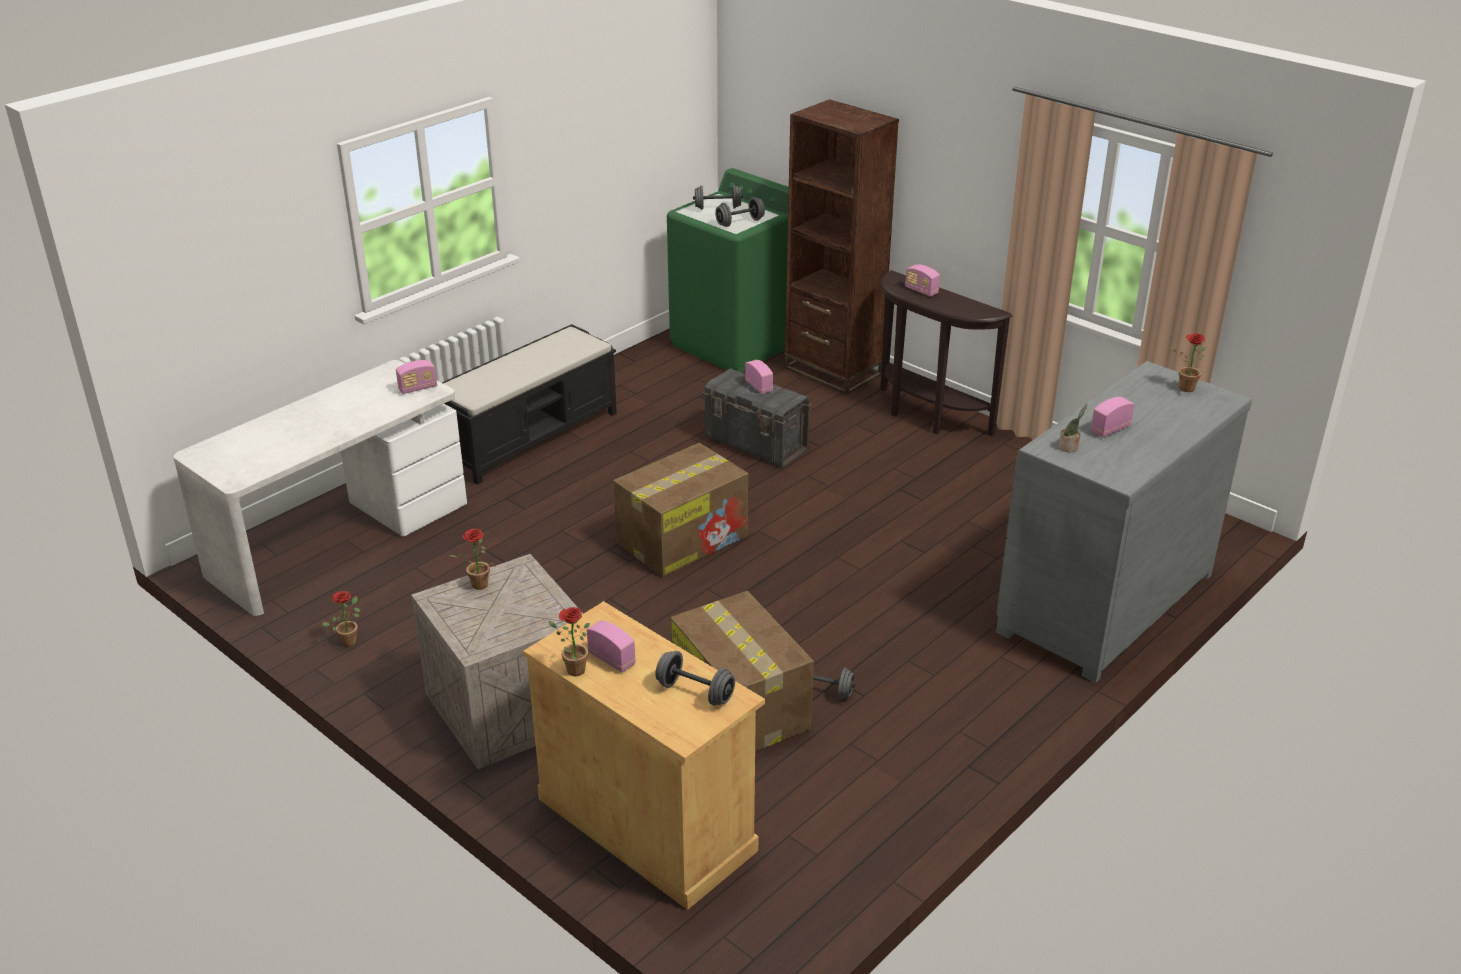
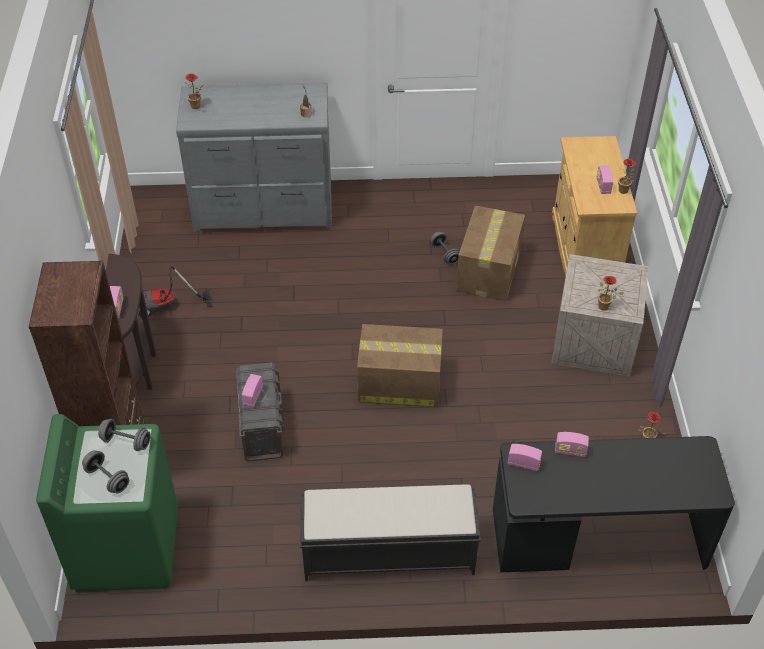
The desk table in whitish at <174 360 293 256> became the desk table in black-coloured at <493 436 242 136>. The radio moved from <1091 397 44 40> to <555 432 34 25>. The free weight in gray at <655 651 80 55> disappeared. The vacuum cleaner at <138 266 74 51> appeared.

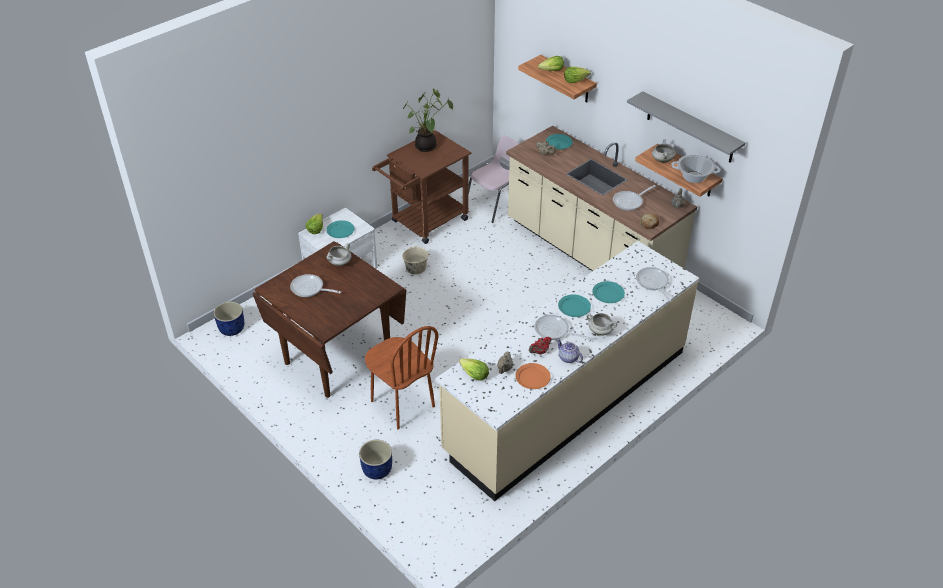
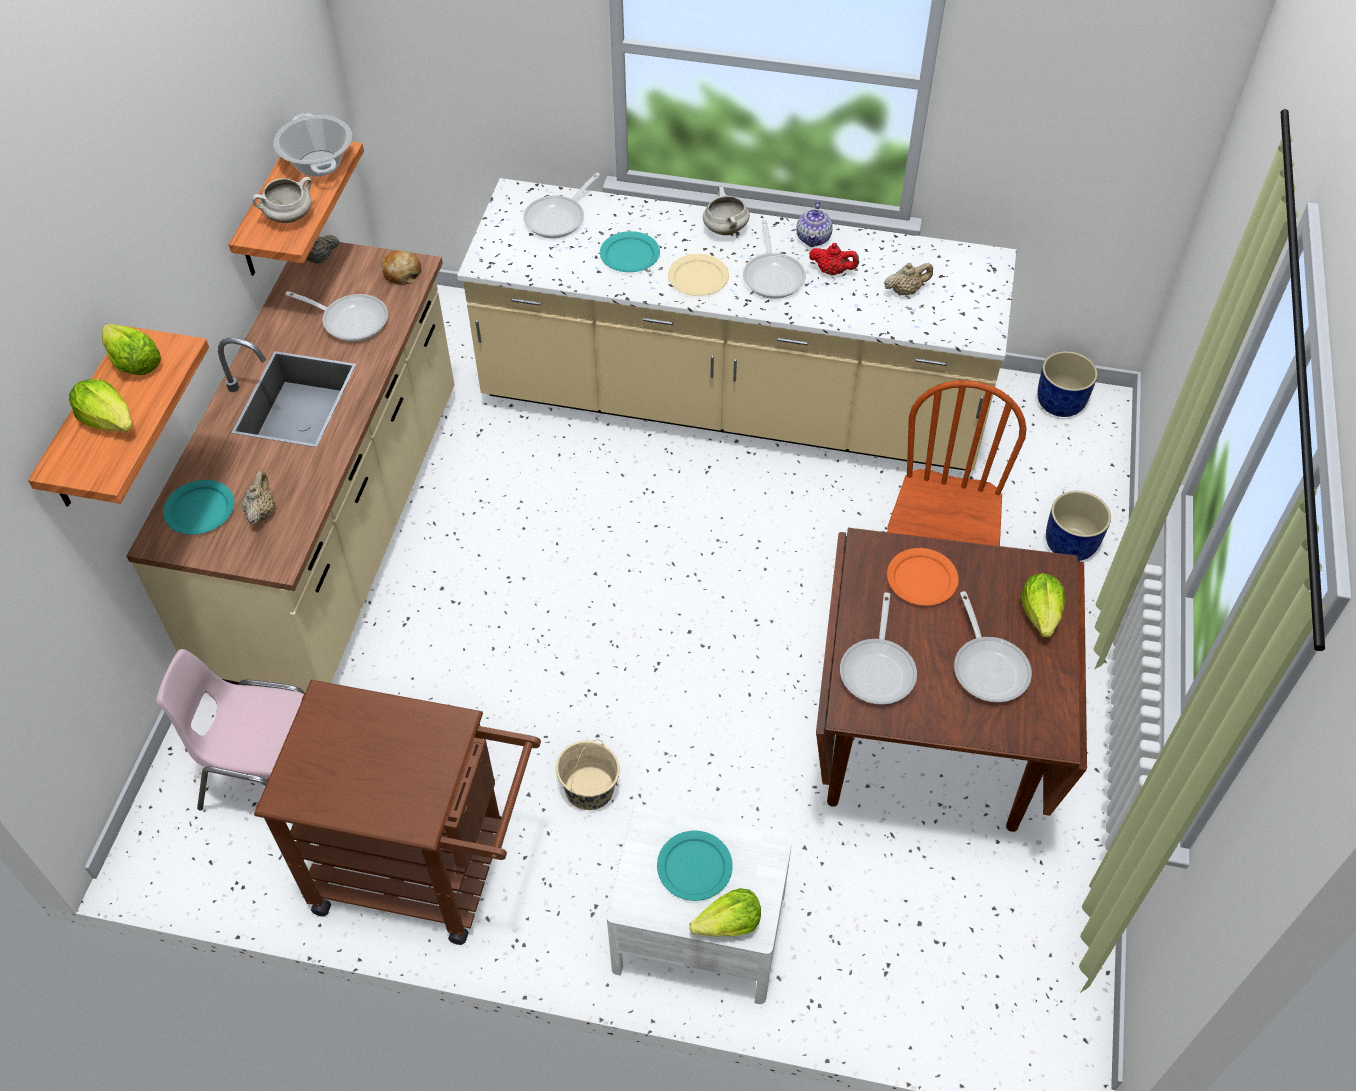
The potted plant at <403 89 50 63> disappeared. The wall shelf in gray at <627 91 118 72> disappeared. The cooking pot in whitish at <327 243 24 23> was replaced by the pan at <840 592 77 112>. The plate in blue-green at <558 294 33 23> became the plate in sand-coloured at <668 254 61 42>. The flower pot in blue-coloured moved from <214 302 30 34> to <1037 351 61 66>. The head of lettuce moved from <459 358 30 23> to <1021 573 44 65>. The plate in orangey moved from <515 363 36 26> to <887 548 72 58>.

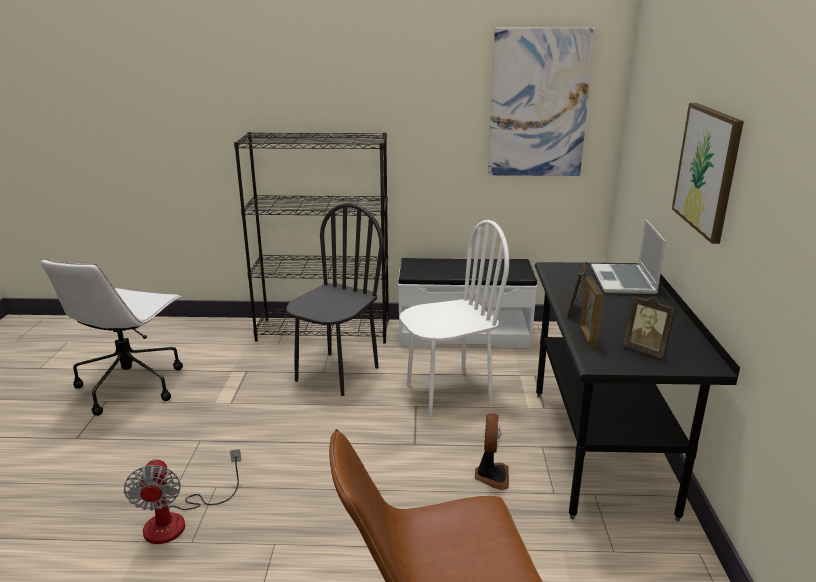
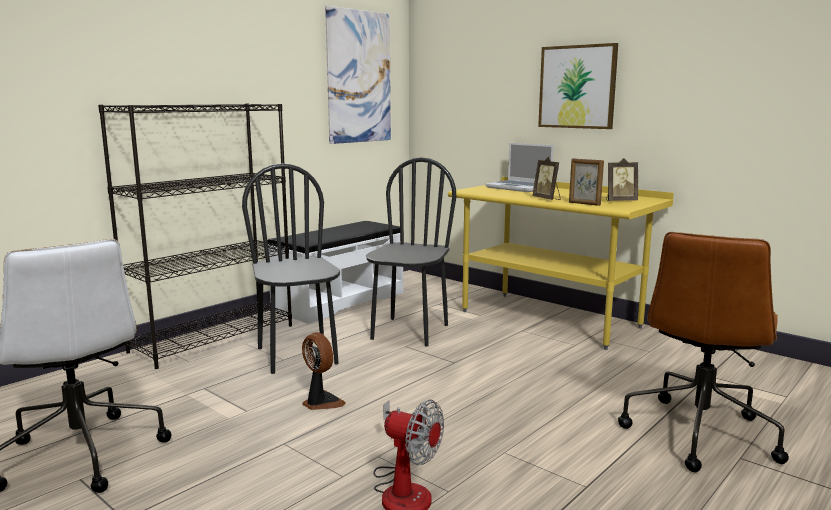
The upright chair in whitish at <400 220 109 196> became the upright chair in black-coloured at <366 157 91 189>. The desk table in black-coloured at <535 262 205 259> became the desk table in yellowish at <448 177 226 173>. The fan moved from <475 413 34 77> to <302 332 44 78>.

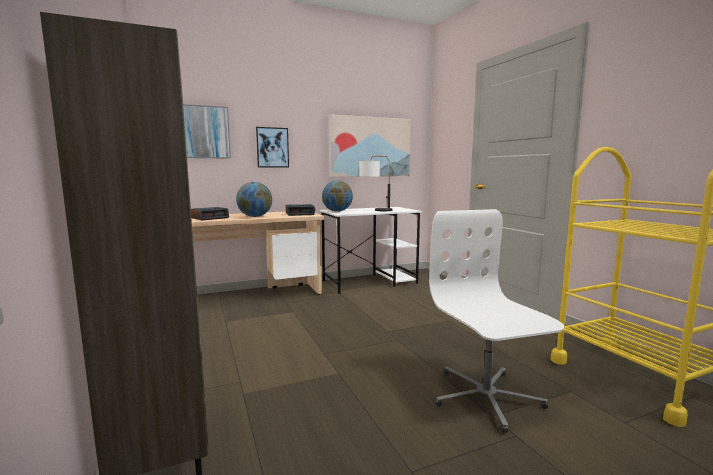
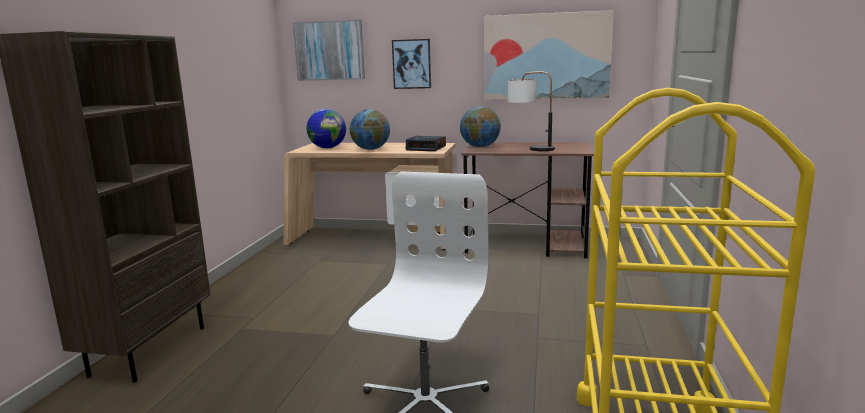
The table clock at <191 207 38 13> was replaced by the world globe at <307 109 39 39>. The desk table in whitish at <320 207 102 87> became the desk table in brownish at <461 143 133 115>.

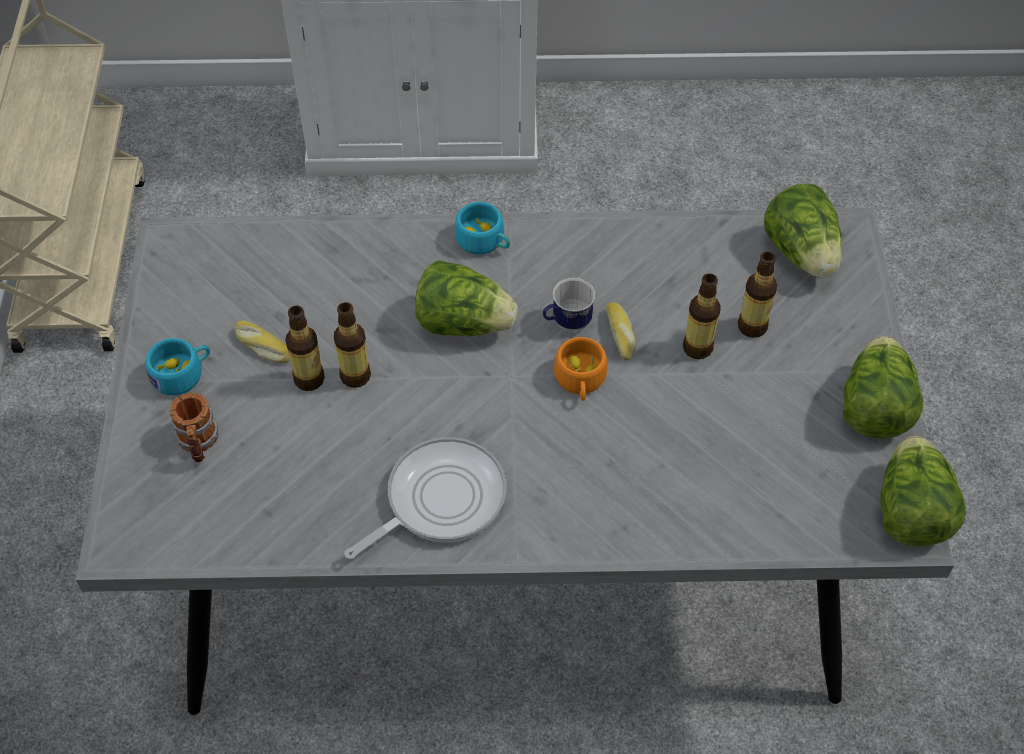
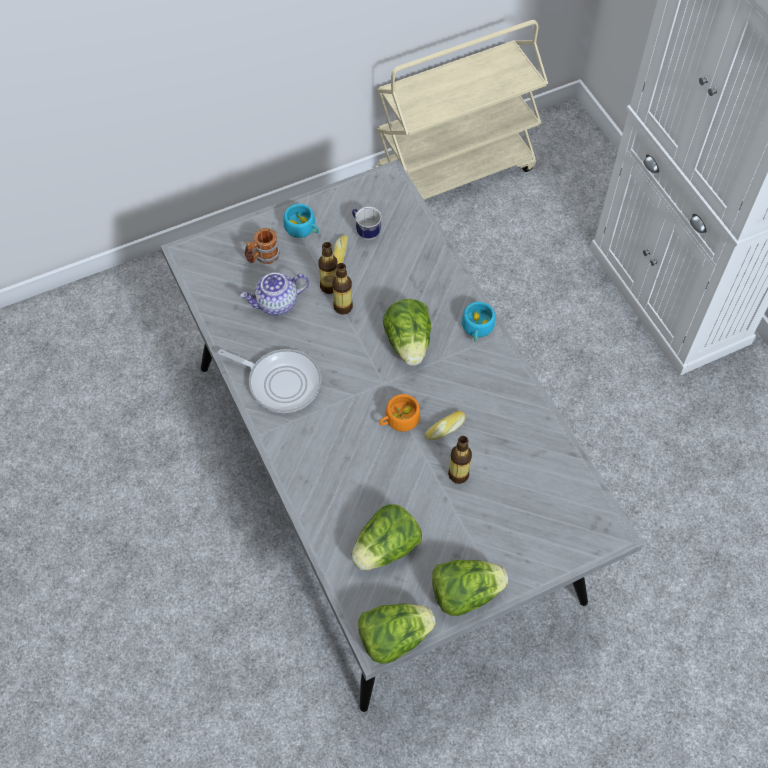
The head of lettuce moved from <764 184 78 94> to <351 504 71 66>. The beverage bottle at <738 252 39 86> disappeared. The tea mug moved from <543 278 52 53> to <352 207 30 33>. The pot for tea at <240 272 69 44> appeared.

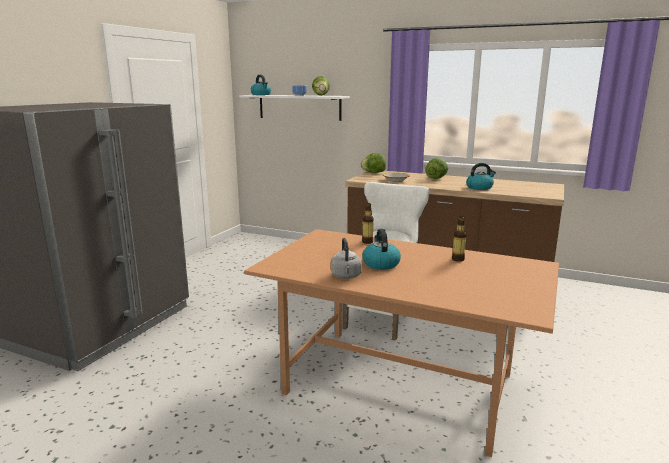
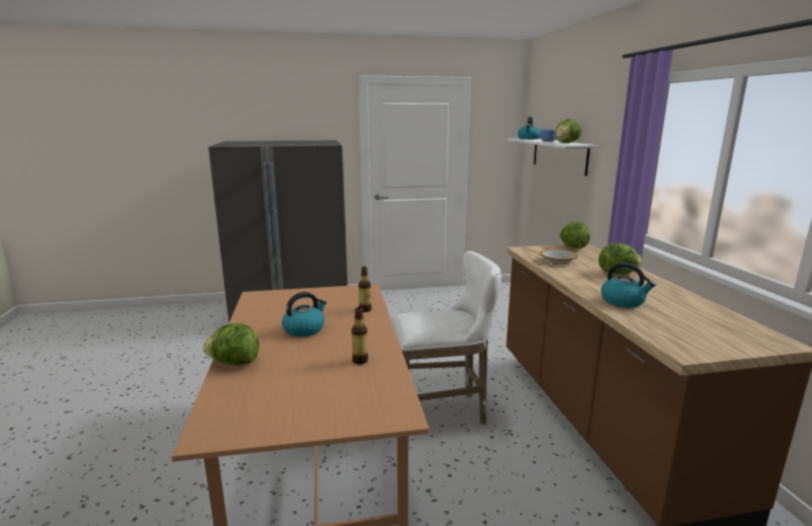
The tea kettle in gray at <331 238 31 41> disappeared. The head of lettuce at <203 323 56 42> appeared.

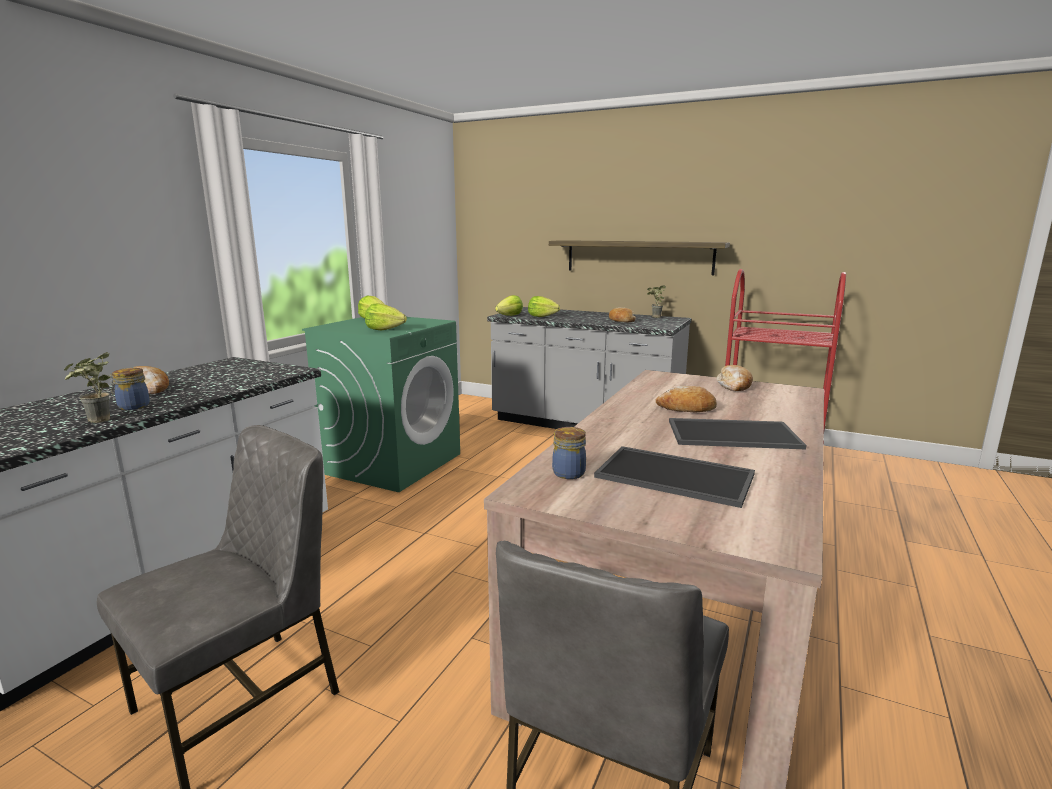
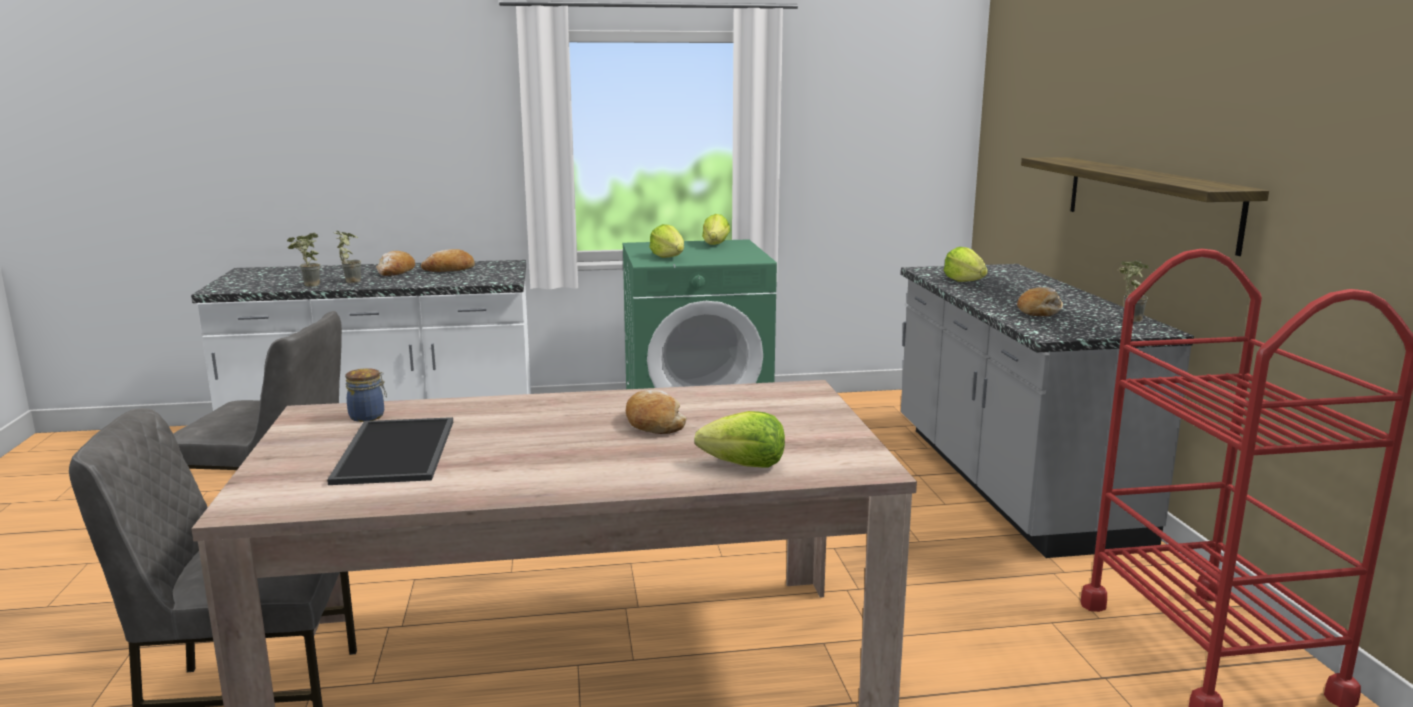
The head of lettuce moved from <495 295 28 21> to <694 411 91 57>. The bakery bread moved from <717 365 36 26> to <421 249 54 23>. The preserve jar at <109 368 41 42> was replaced by the potted plant at <333 231 28 52>. The tray at <669 418 138 31> disappeared.

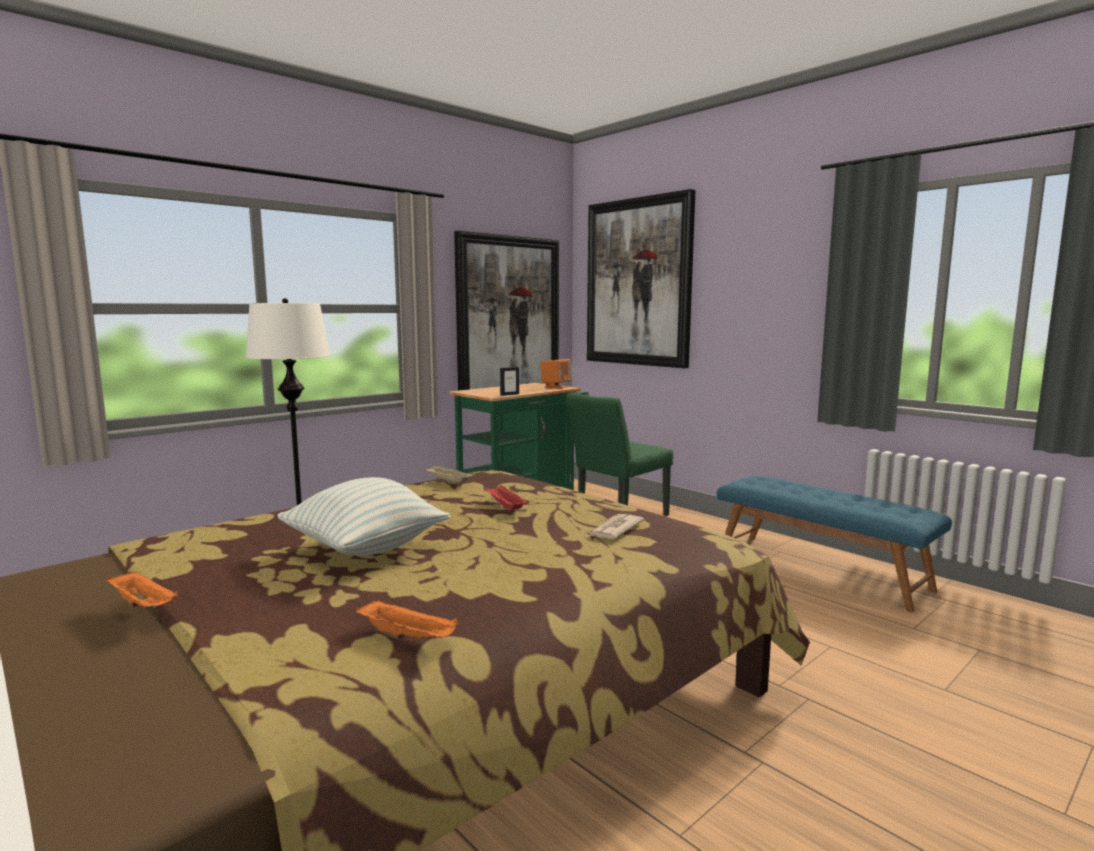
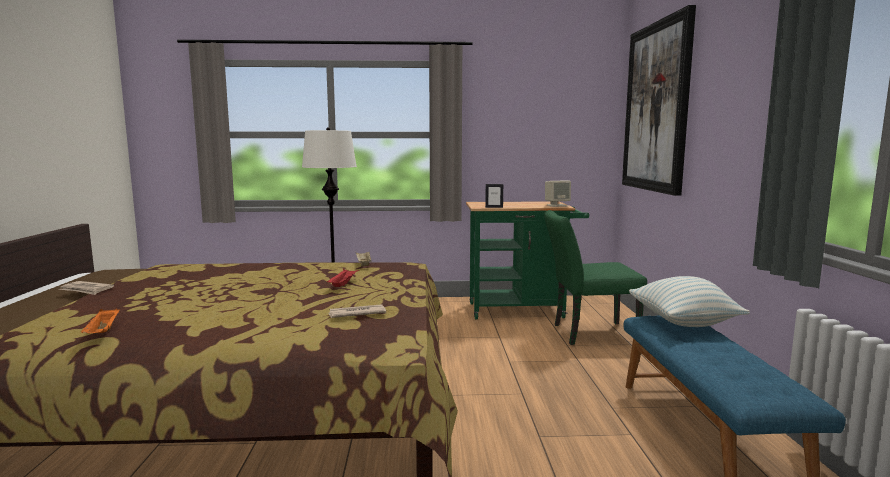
The wall art at <454 231 105 160> disappeared. The audio speaker in orangey at <541 359 31 30> became the audio speaker in sand-coloured at <545 181 26 26>. The throw pillow moved from <277 477 174 79> to <629 276 121 51>. The tray in orangey at <107 571 71 36> was replaced by the printed paper at <58 281 56 14>.

